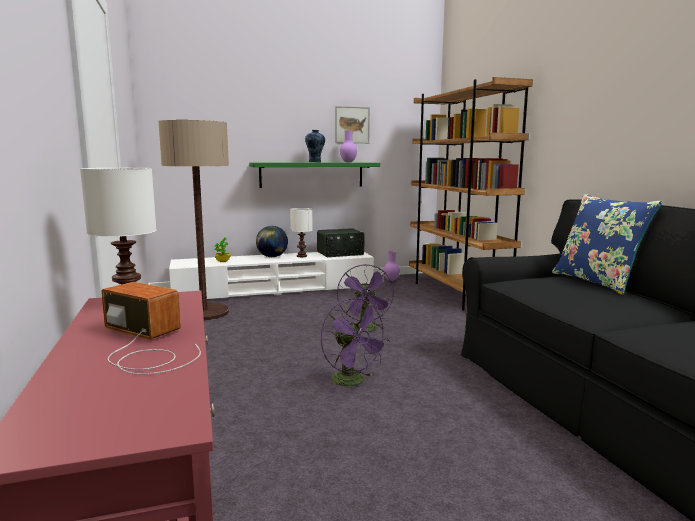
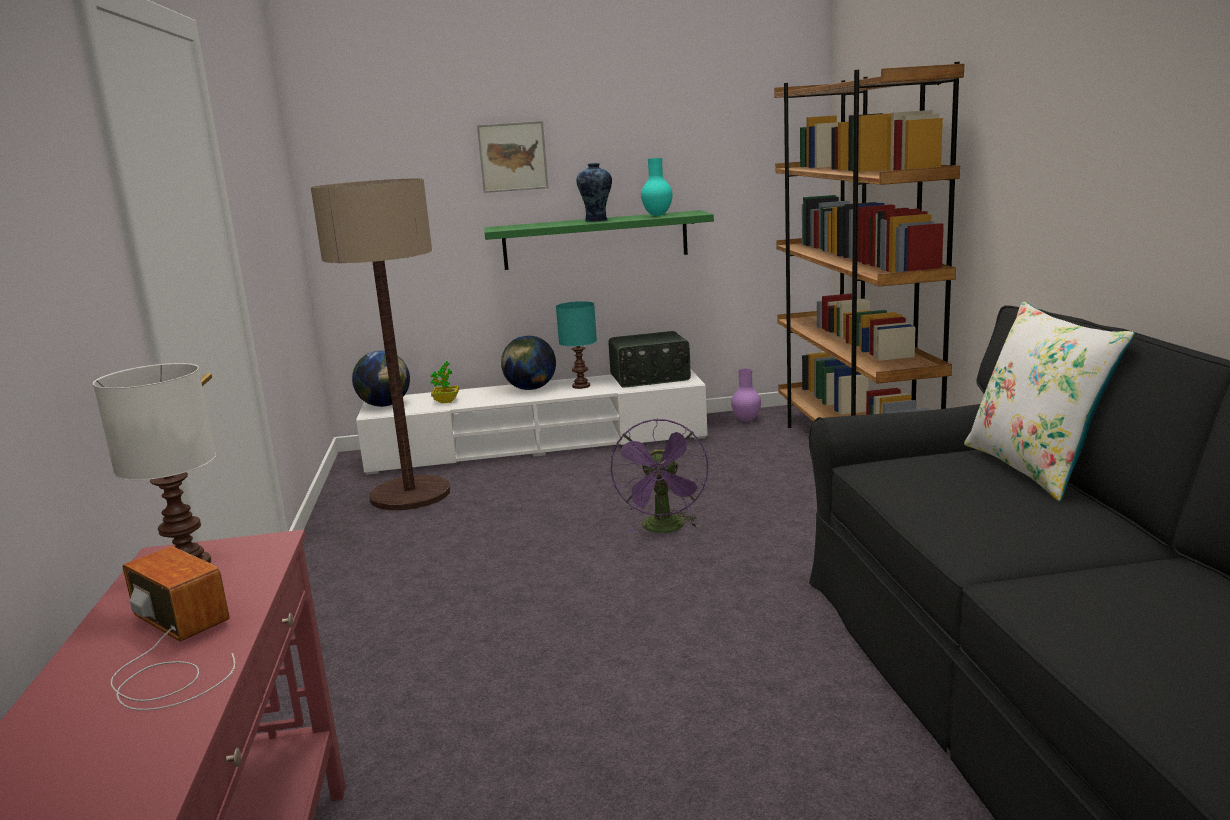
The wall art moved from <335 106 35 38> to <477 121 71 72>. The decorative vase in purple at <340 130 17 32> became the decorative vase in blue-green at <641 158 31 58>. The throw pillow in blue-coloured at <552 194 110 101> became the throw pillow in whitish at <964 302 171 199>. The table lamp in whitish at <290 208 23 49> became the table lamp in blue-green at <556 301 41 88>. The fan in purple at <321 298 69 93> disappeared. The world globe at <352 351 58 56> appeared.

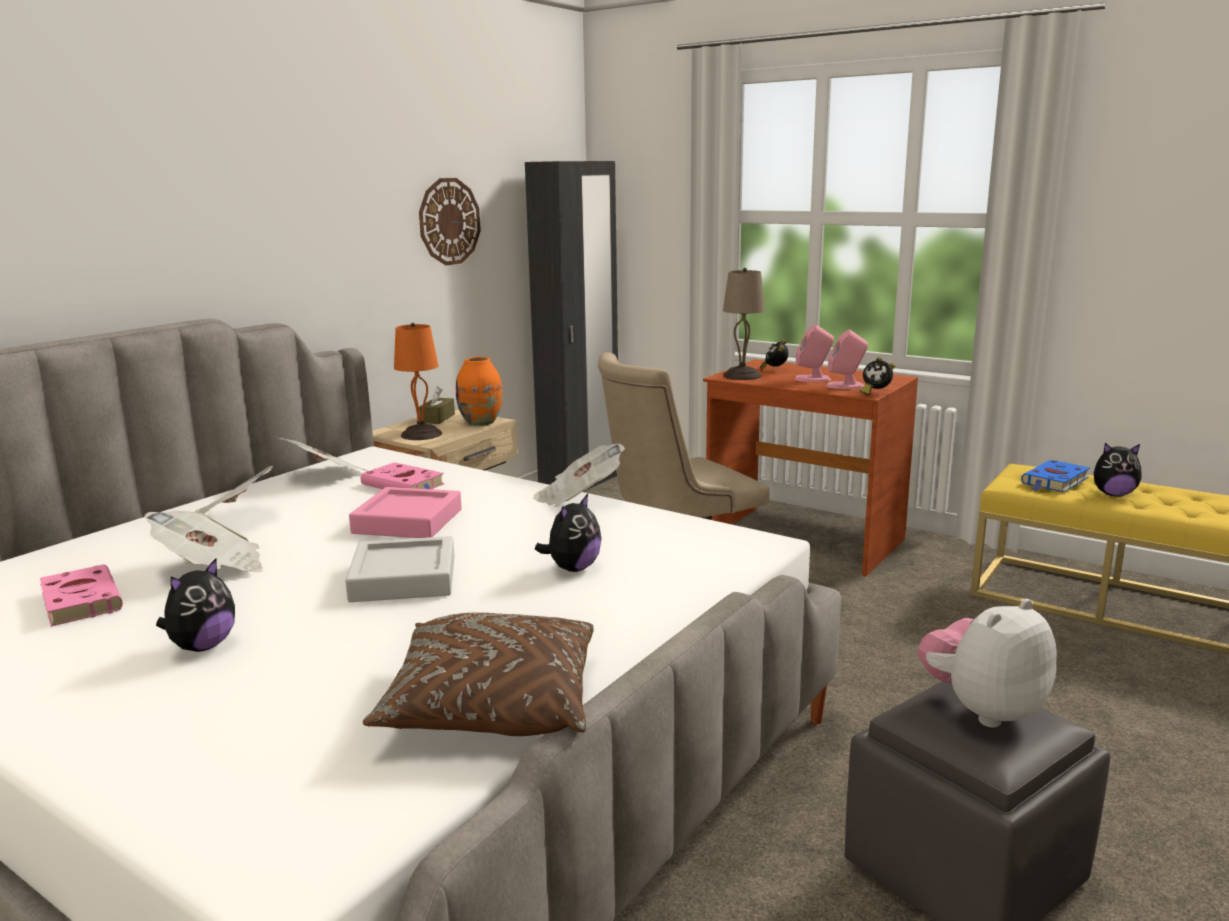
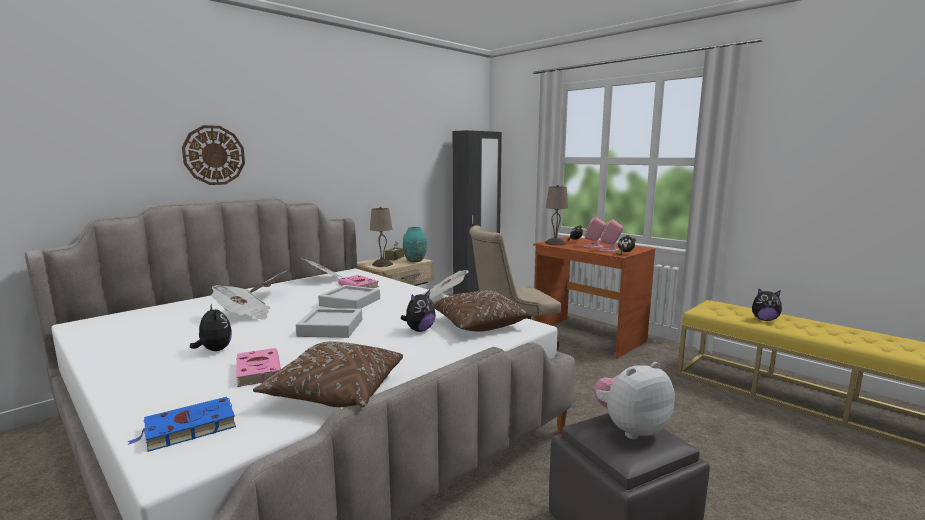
The hanging clock moved from <419 178 62 87> to <182 125 63 60>. The table lamp in orangey at <394 323 48 117> became the table lamp in sand-coloured at <370 207 23 60>. The decorative vase in orangey at <456 357 46 69> became the decorative vase in blue-green at <403 227 24 35>. The bound book in blue-coloured moved from <1021 460 69 32> to <127 397 109 55>. The tray in pink-coloured at <349 487 113 51> became the tray in gray at <318 285 62 24>. The soft toy at <156 558 79 94> turned 75 degrees counterclockwise. The bound book in pink-coloured moved from <40 564 83 63> to <236 348 45 39>. The throw pillow in brownish at <432 290 100 42> appeared.

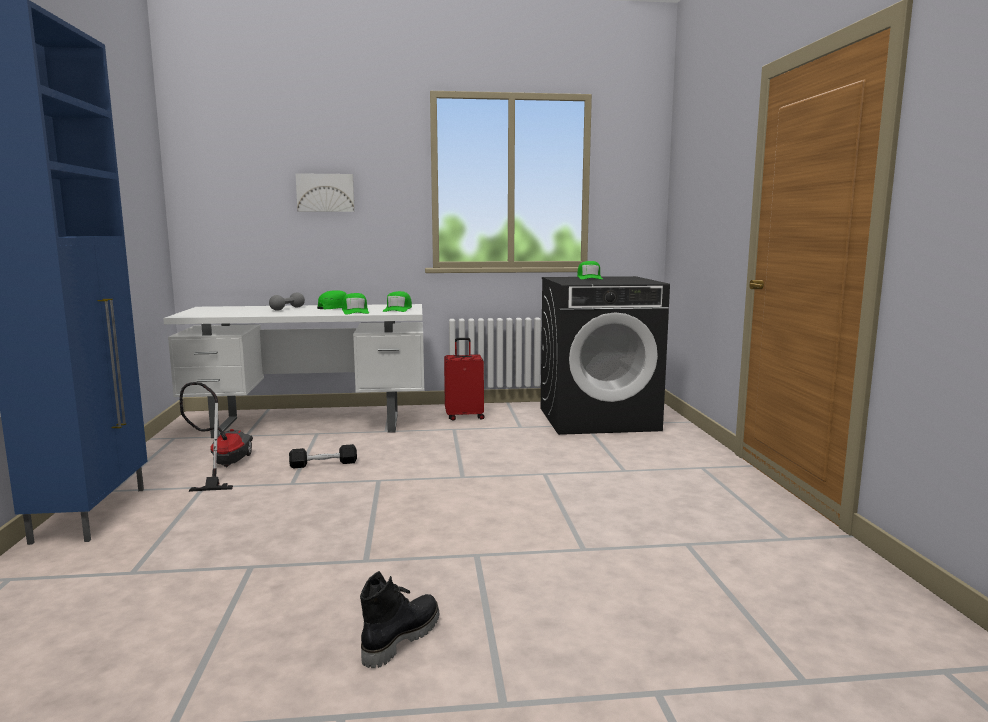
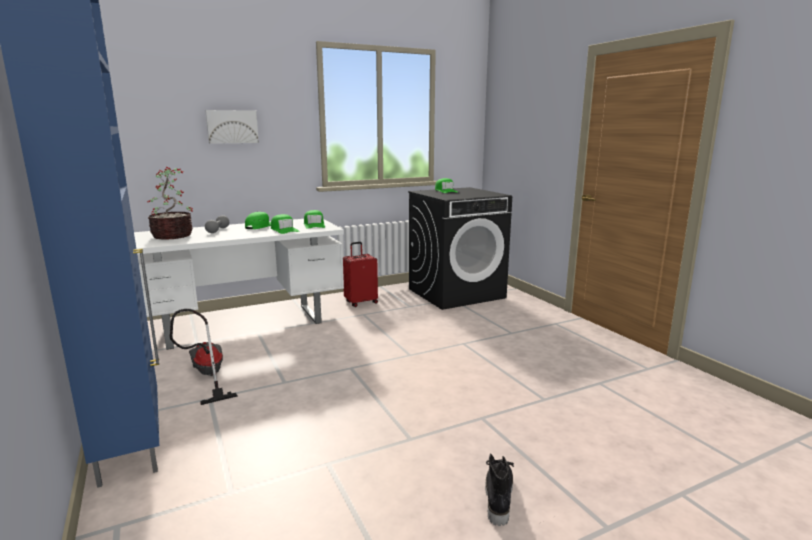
The free weight in black-coloured at <289 444 68 25> disappeared. The potted plant at <147 167 46 73> appeared.

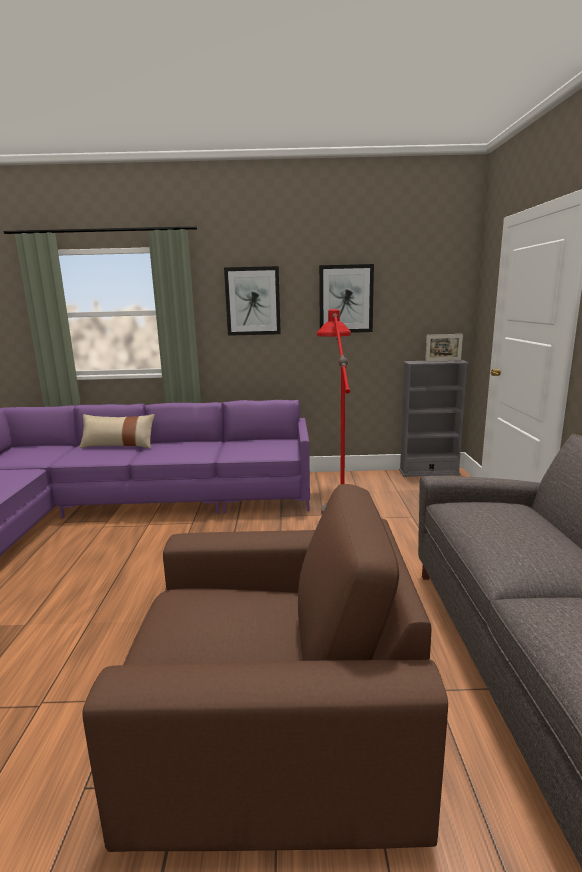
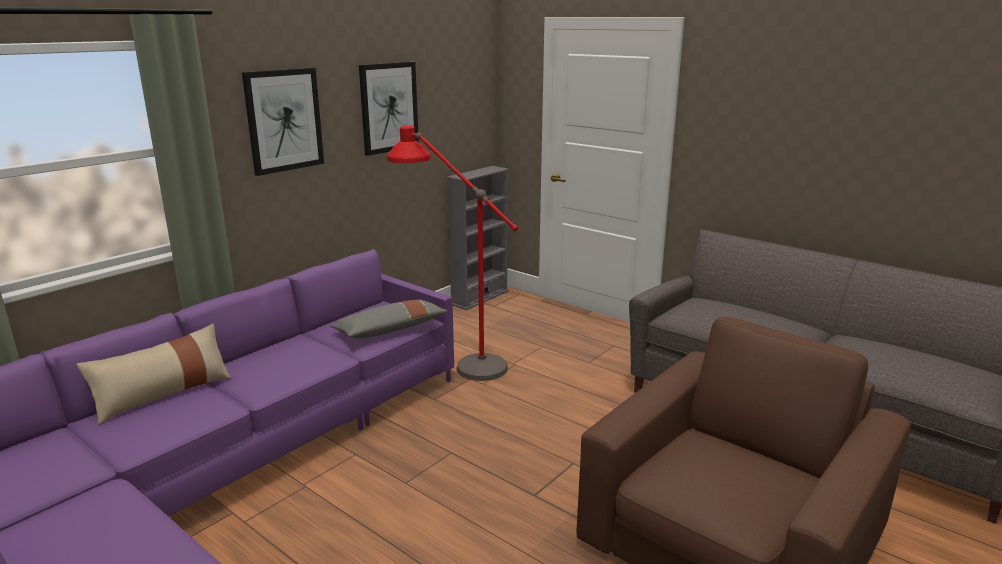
The standing frame at <425 334 38 28> disappeared. The throw pillow in gray at <330 300 118 39> appeared.

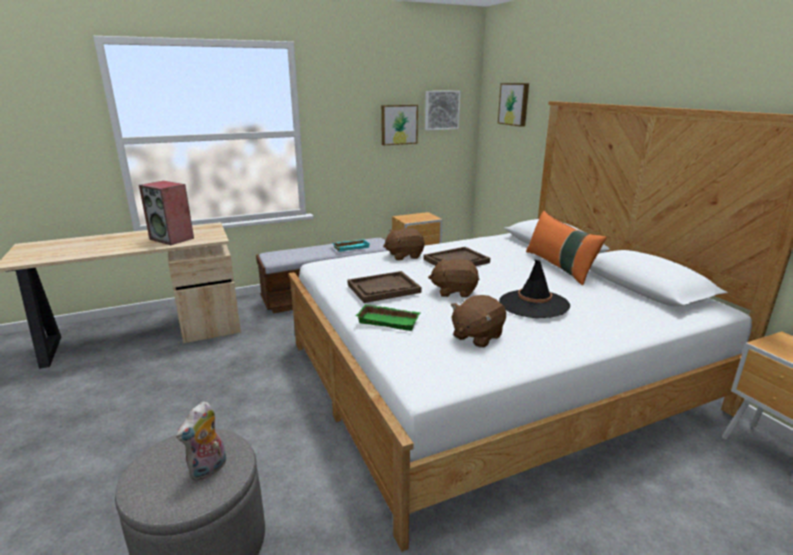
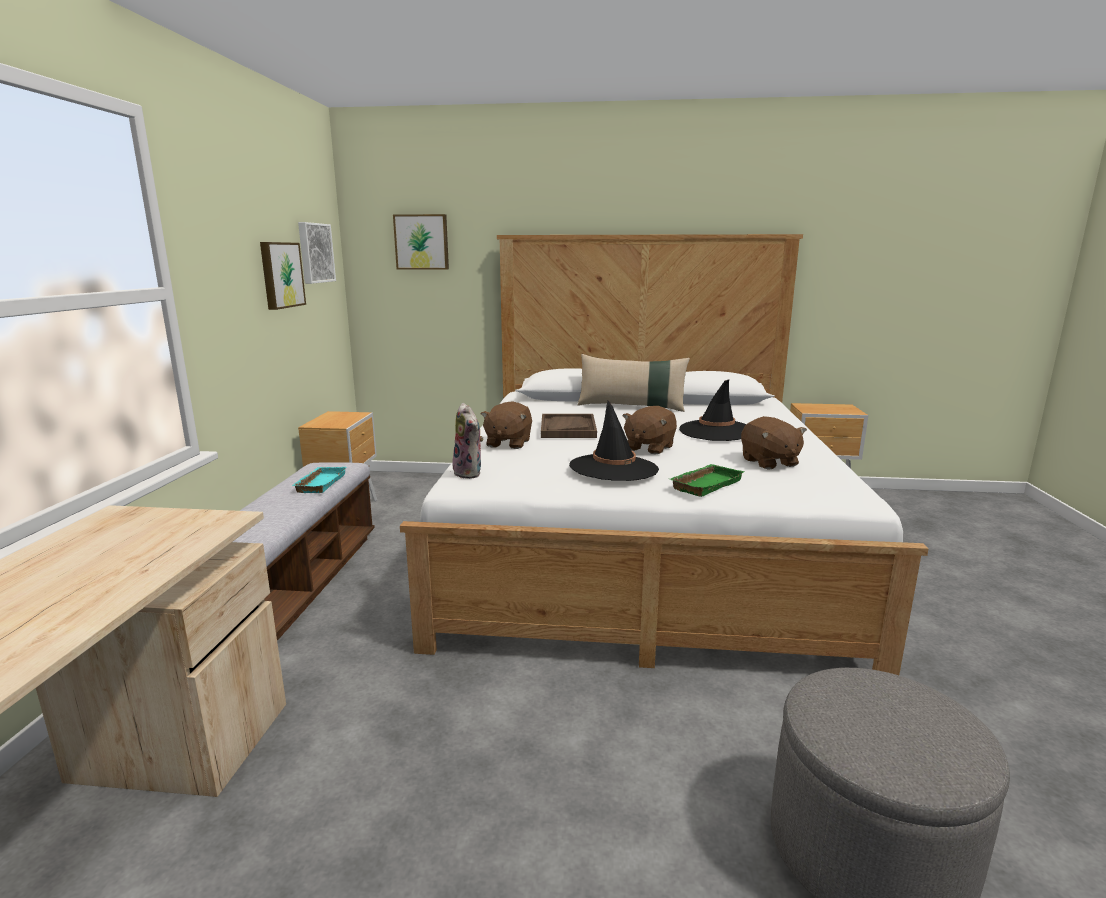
The audio speaker at <139 181 55 64> disappeared. The throw pillow in orangey at <526 211 81 74> became the throw pillow in sand-coloured at <578 354 112 58>. The tray in brownish at <347 271 74 32> was replaced by the hat in black-coloured at <569 400 90 81>. The soft toy moved from <176 401 50 80> to <452 403 32 76>.

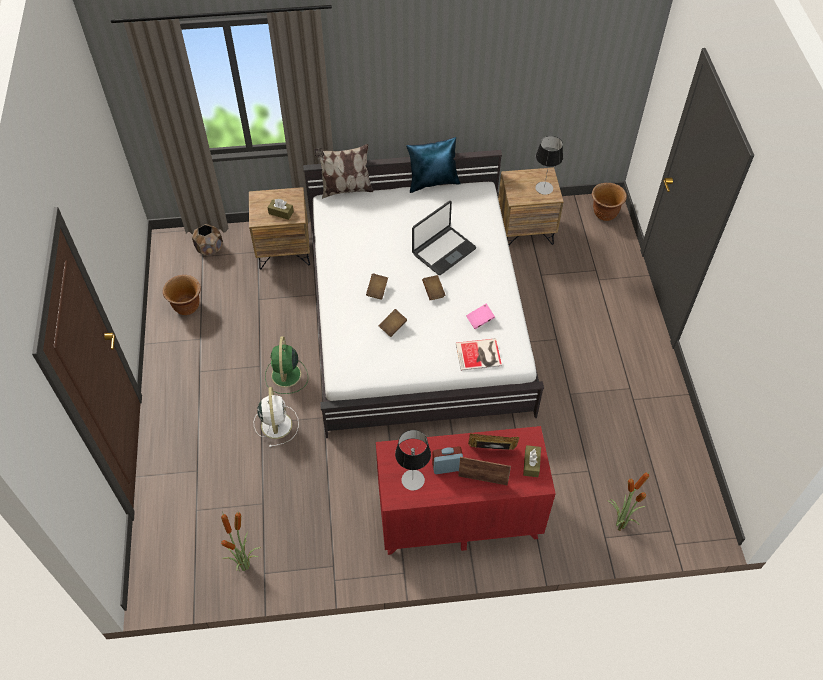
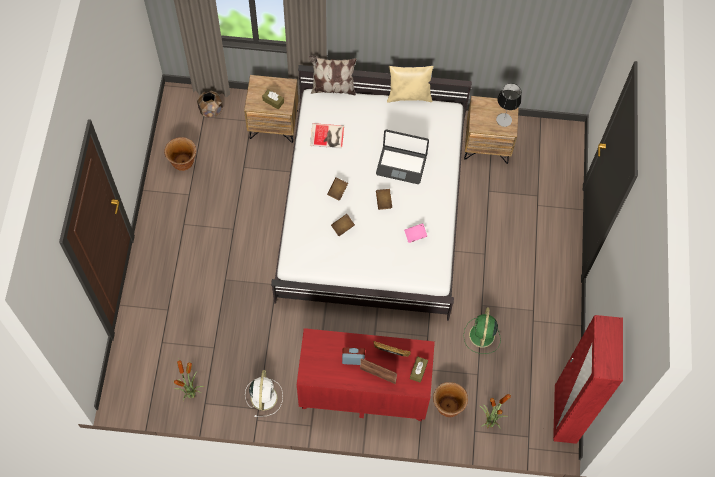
The throw pillow in blue-coloured at <406 137 55 56> became the throw pillow in sand-coloured at <387 65 46 38>. The flower pot in brownish moved from <592 183 35 38> to <433 382 35 35>. The laptop at <412 201 64 74> turned 45 degrees clockwise. The fan in green moved from <265 337 43 57> to <464 307 37 47>. The bound book moved from <456 338 46 33> to <310 123 34 26>. The fan in whitish moved from <254 387 45 60> to <245 370 38 47>. The table lamp at <395 430 36 61> disappeared. The wardrobe in reddish at <553 315 70 129> appeared.

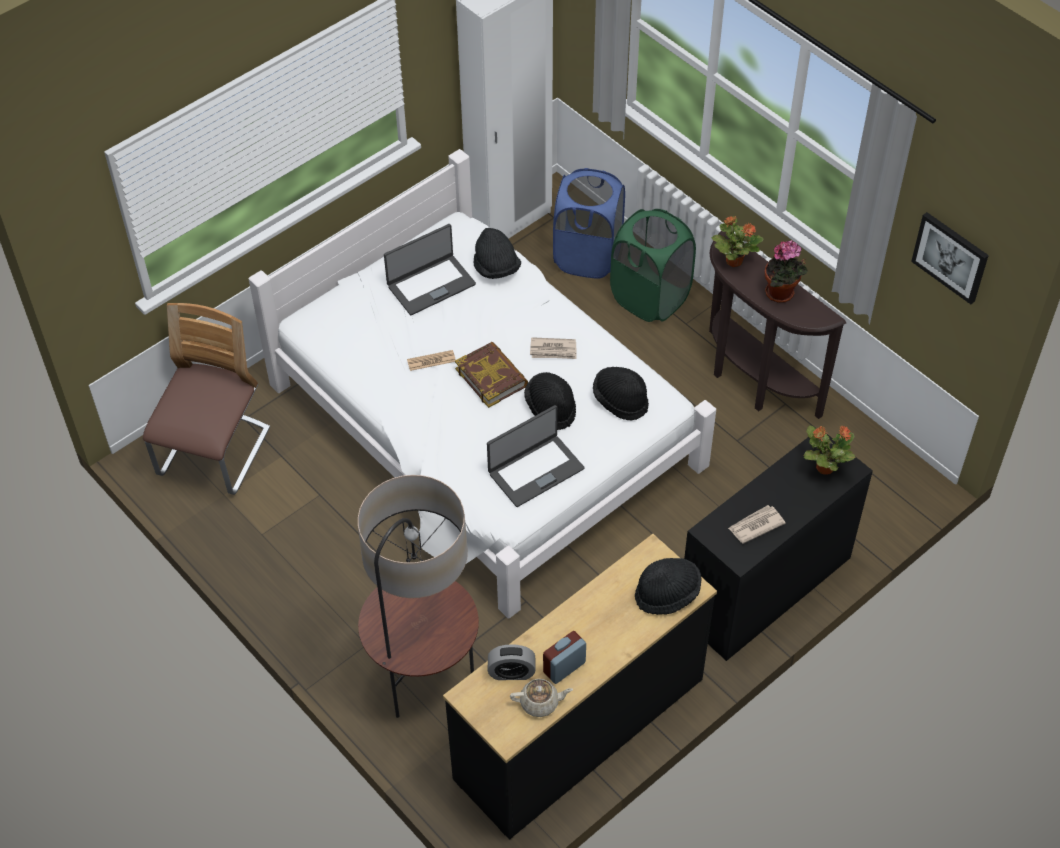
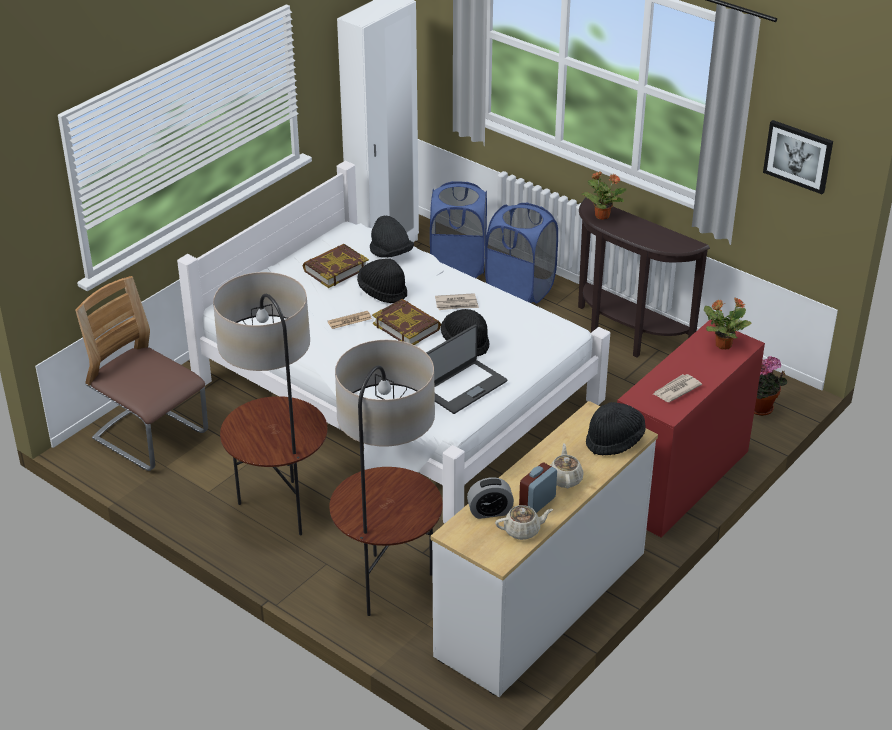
The washing basket in green at <610 209 86 113> became the washing basket in blue-coloured at <485 202 73 102>. The laptop at <384 224 92 91> was replaced by the bound book at <303 244 66 44>. The potted plant moved from <765 240 43 63> to <754 356 33 60>. The upright chair at <143 303 127 192> turned 60 degrees counterclockwise. The hat in black-coloured moved from <593 367 56 53> to <357 258 50 45>. The desk table in black-coloured at <684 434 189 227> became the desk table in reddish at <617 320 148 218>. The chest of drawers in black-coloured at <443 534 274 306> became the chest of drawers in whitish at <431 401 227 296>. The standard lamp at <213 272 115 263> appeared. The pot for tea in sand-coloured at <550 443 34 45> appeared.

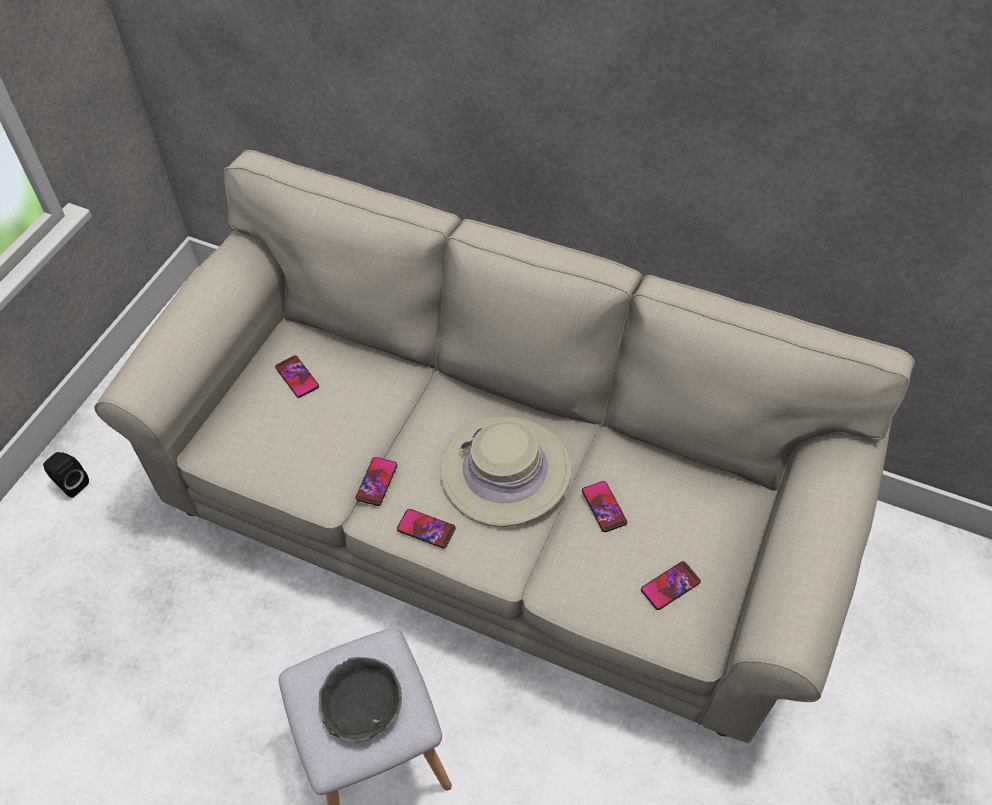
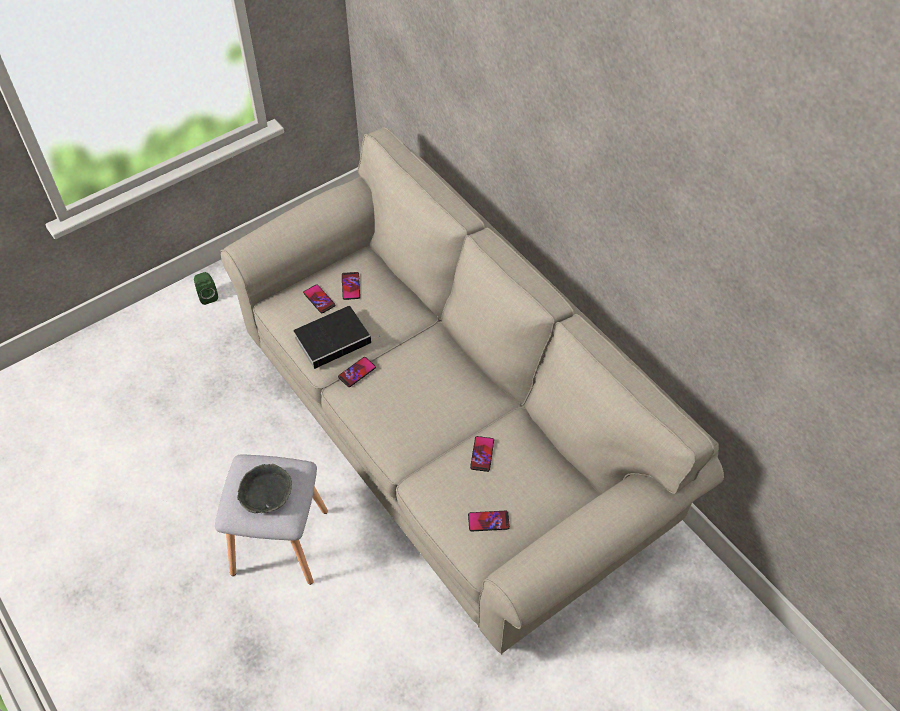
The hat in sand-coloured at <440 416 132 111> disappeared. The audio speaker in black-coloured at <43 452 46 46> became the audio speaker in green at <194 272 24 33>. The phone moved from <397 509 59 39> to <303 284 32 29>. The bound book at <294 306 86 63> appeared.

